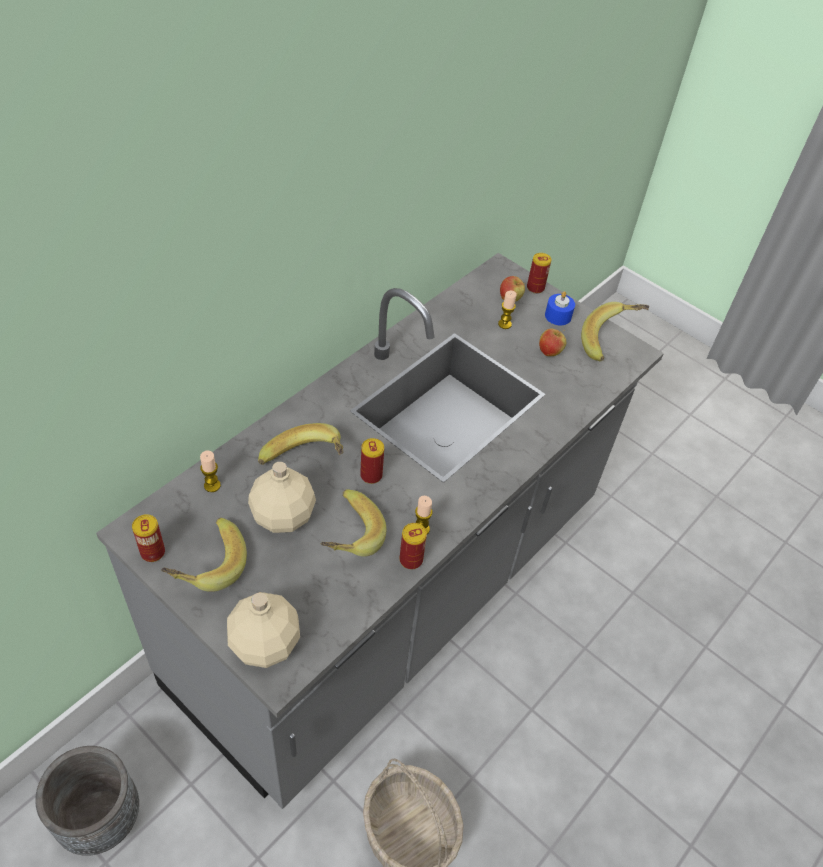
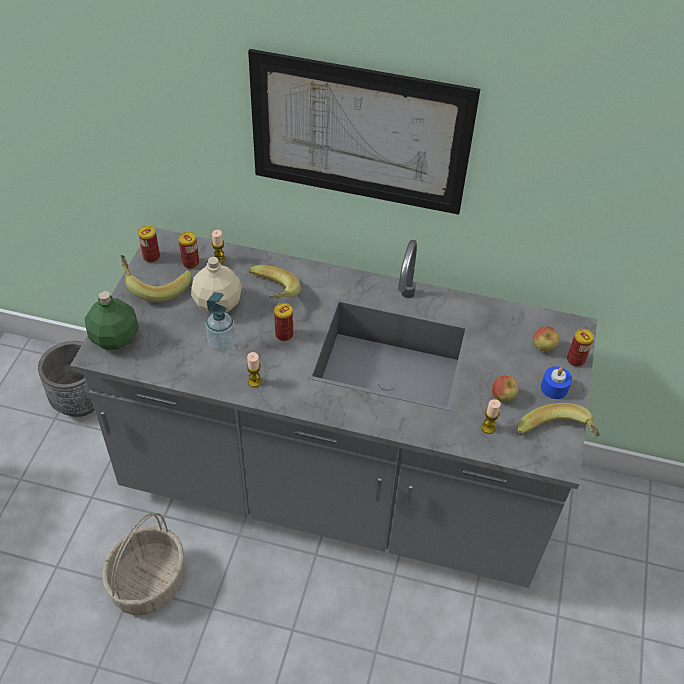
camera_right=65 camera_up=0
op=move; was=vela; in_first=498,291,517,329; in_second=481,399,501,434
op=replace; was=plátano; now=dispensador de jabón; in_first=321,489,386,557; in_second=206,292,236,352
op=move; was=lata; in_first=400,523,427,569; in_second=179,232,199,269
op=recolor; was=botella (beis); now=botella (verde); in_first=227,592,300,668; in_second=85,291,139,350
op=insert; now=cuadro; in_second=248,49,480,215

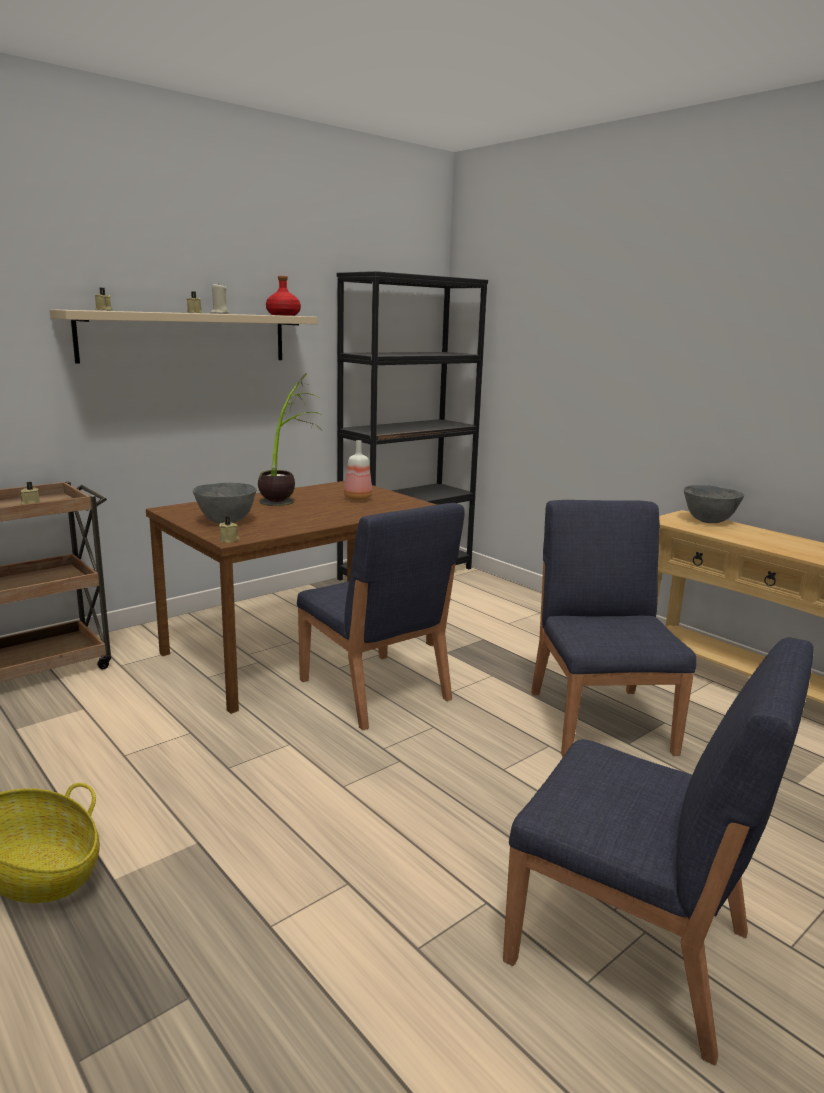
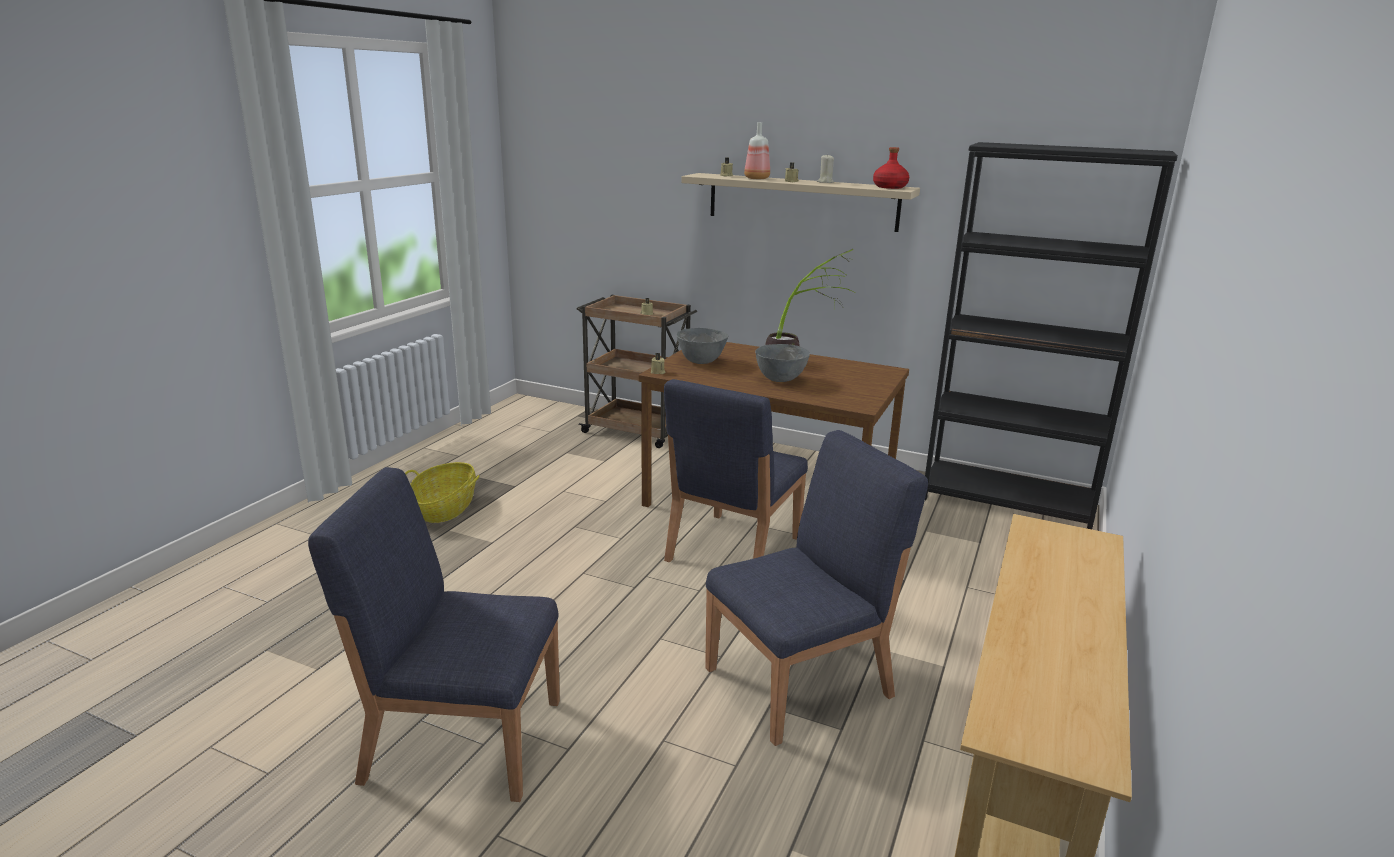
camera_right=65 camera_up=5
op=move; was=botella; in_first=344,440,372,501; in_second=744,122,770,179
op=move; was=cuenco (gris); in_first=684,485,744,523; in_second=755,344,810,382
op=rotate; was=silla (azul); in_first=503,638,814,1065; in_second=308,467,560,802; clockwise=90

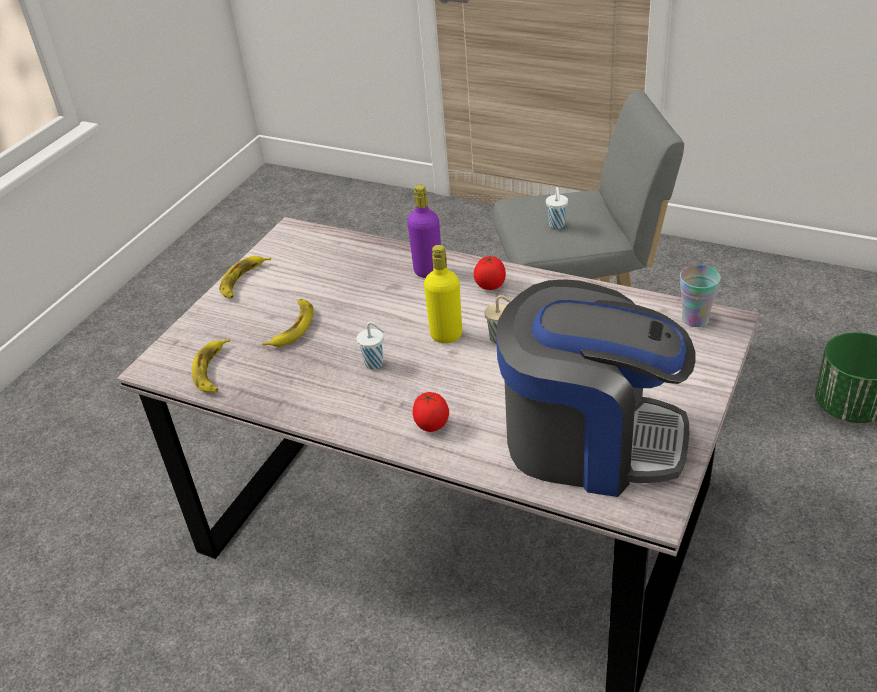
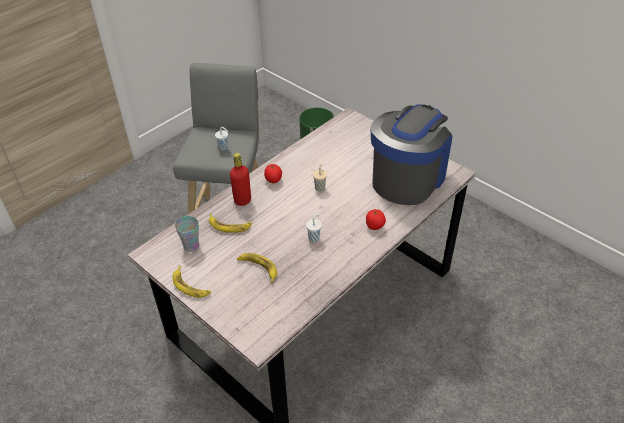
camera_right=-75 camera_up=5
op=recolor; was=botella (morado); now=botella (rojo); in_first=407,185,441,278; in_second=230,153,251,206
op=delete; was=botella (amarillo); in_first=424,245,462,343
op=move; was=taza; in_first=680,265,721,327; in_second=175,216,199,252
op=move; was=plátano; in_first=192,339,230,393; in_second=209,214,252,233

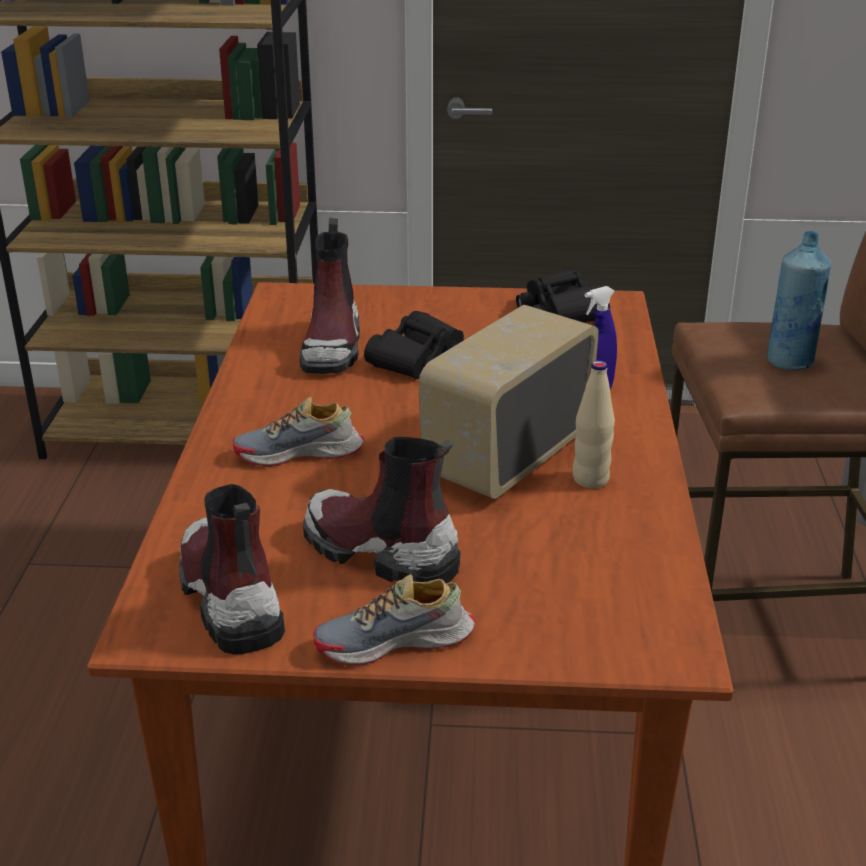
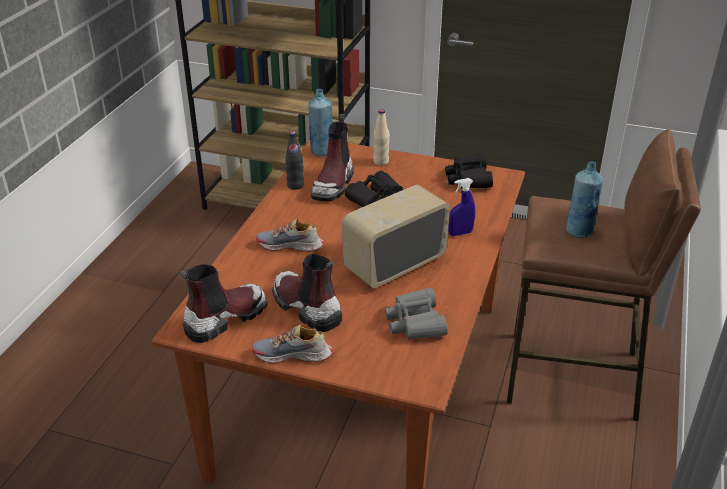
camera_right=15 camera_up=5
op=move; was=botella (beis); in_first=573,361,615,488; in_second=373,109,390,166
op=rotate; was=bota; in_first=179,484,285,655; in_second=179,264,268,343; clockwise=60
op=insert; now=botella (azul); in_second=308,89,333,156
op=insert; now=botella (negro); in_second=285,132,304,190
op=insert; now=prismáticos (gris); in_second=385,288,448,340

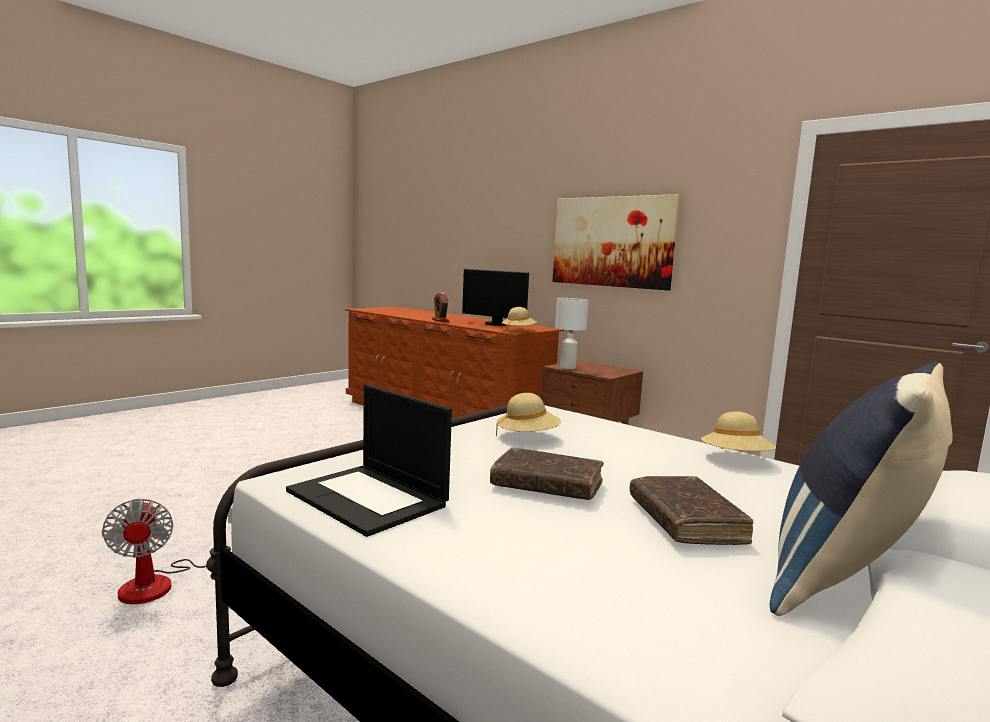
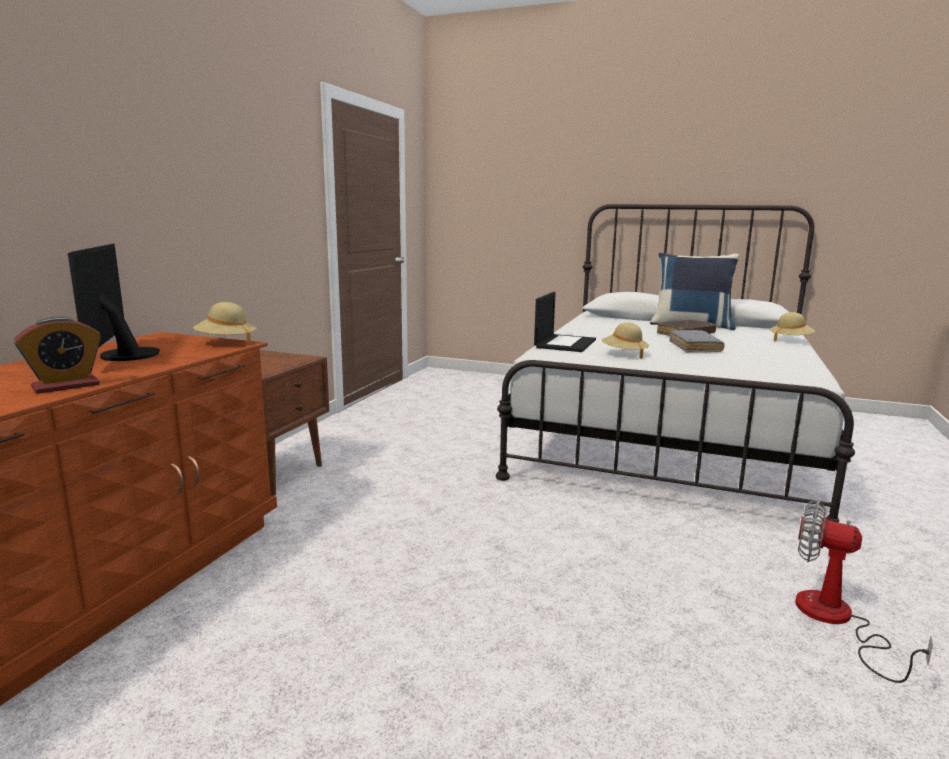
camera_right=-110 camera_up=5
op=delete; was=cuadro; in_first=552,194,680,290
op=rotate; was=monitor; in_first=462,269,529,326; in_second=68,243,160,361; clockwise=150
op=delete; was=lámpara de mesa (blanco); in_first=555,298,589,369
op=move; was=portátil; in_first=286,384,452,537; in_second=534,292,596,352
op=move; was=sombrero (beis); in_first=701,411,776,451; in_second=769,312,815,341
op=recolor; was=libro (marrón); now=libro (gris); in_first=490,448,604,500; in_second=669,330,725,353
op=rotate; was=ventilador; in_first=102,499,232,604; in_second=795,500,933,683; clockwise=-105

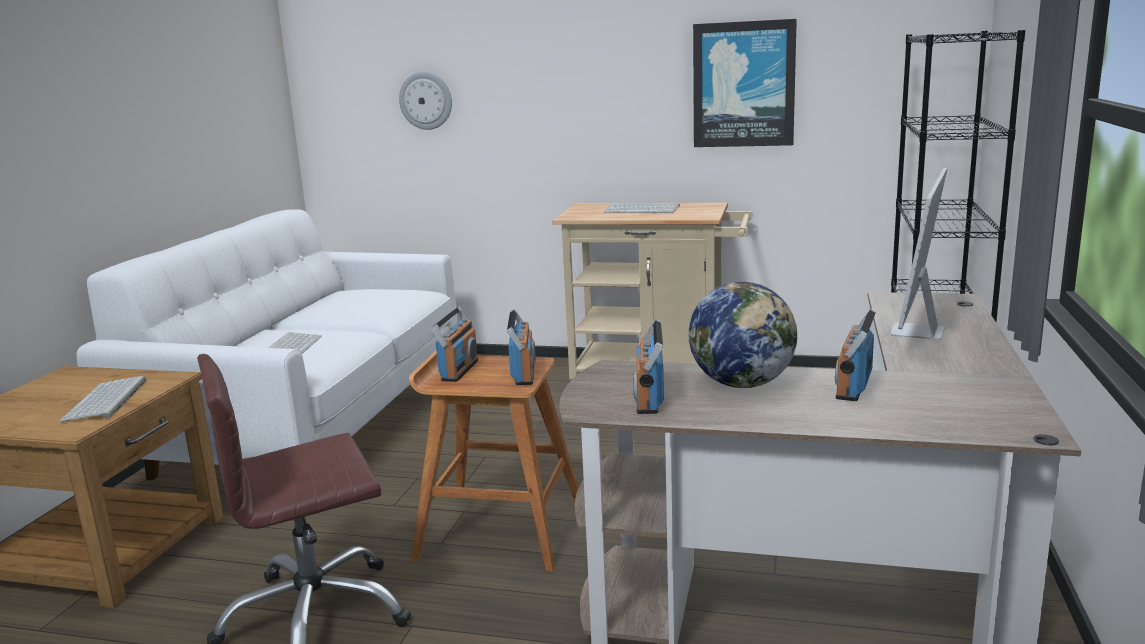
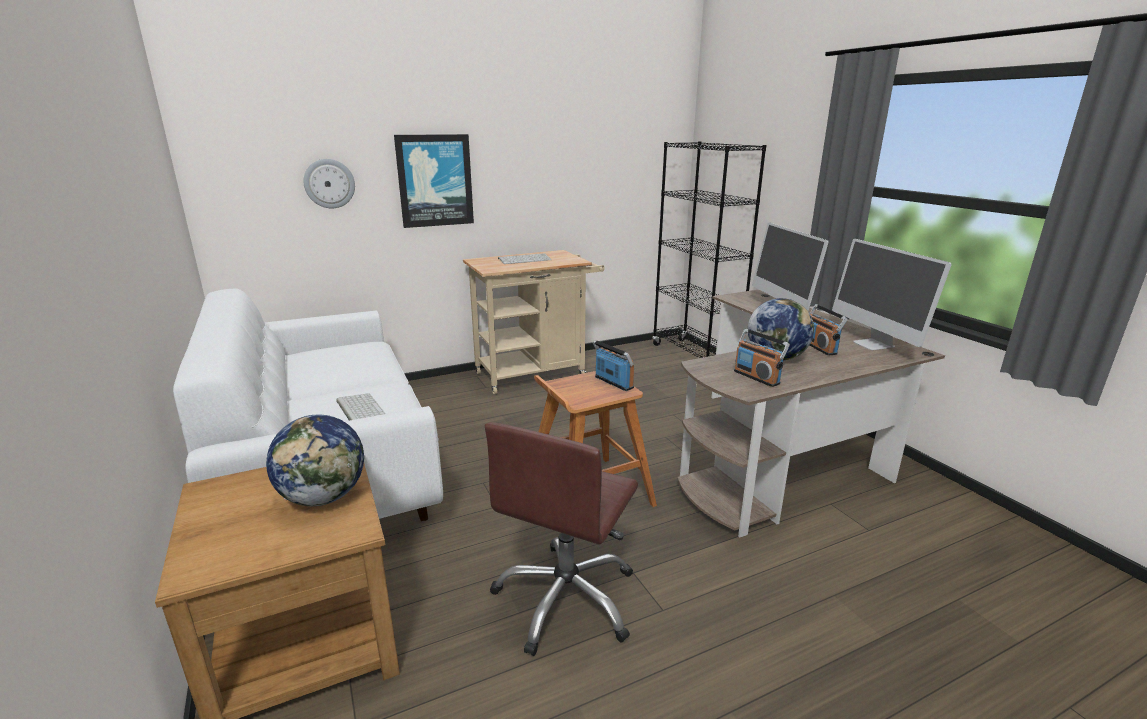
camera_right=-40 camera_up=5
op=move; was=cuadro; in_first=693,19,797,147; in_second=394,134,474,228
op=delete; was=radio; in_first=431,307,478,382
op=replace; was=teclado; now=globo terráqueo; in_first=59,376,146,422; in_second=266,415,364,506
op=insert; now=monitor; in_second=832,239,952,350

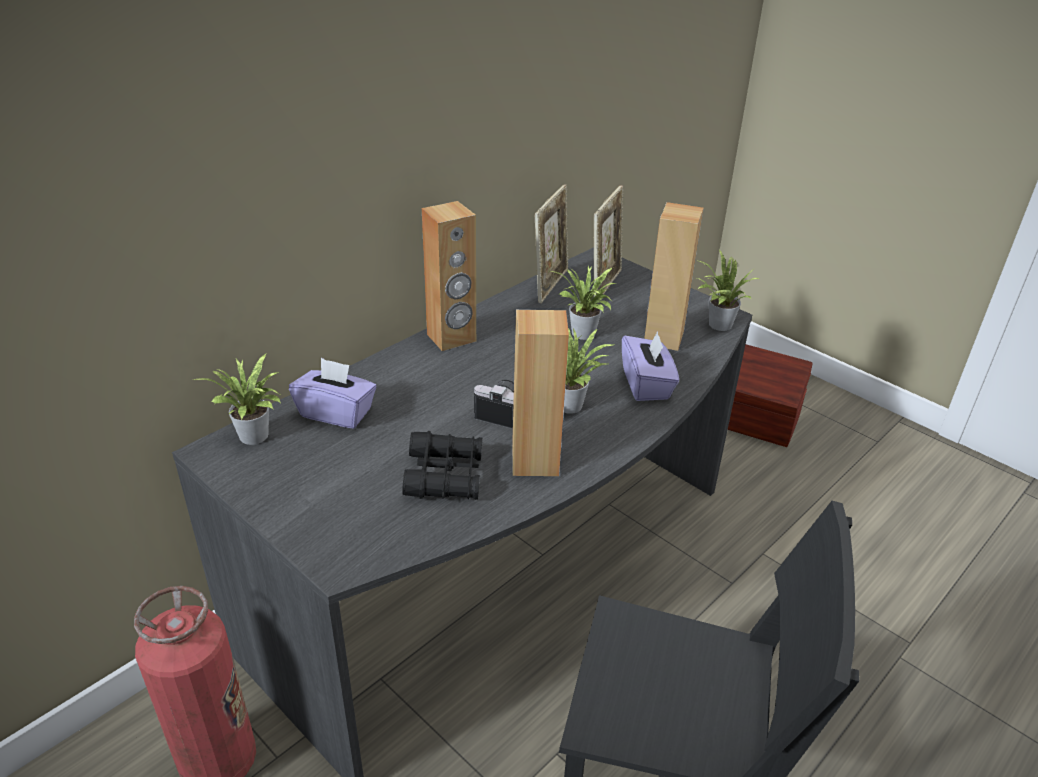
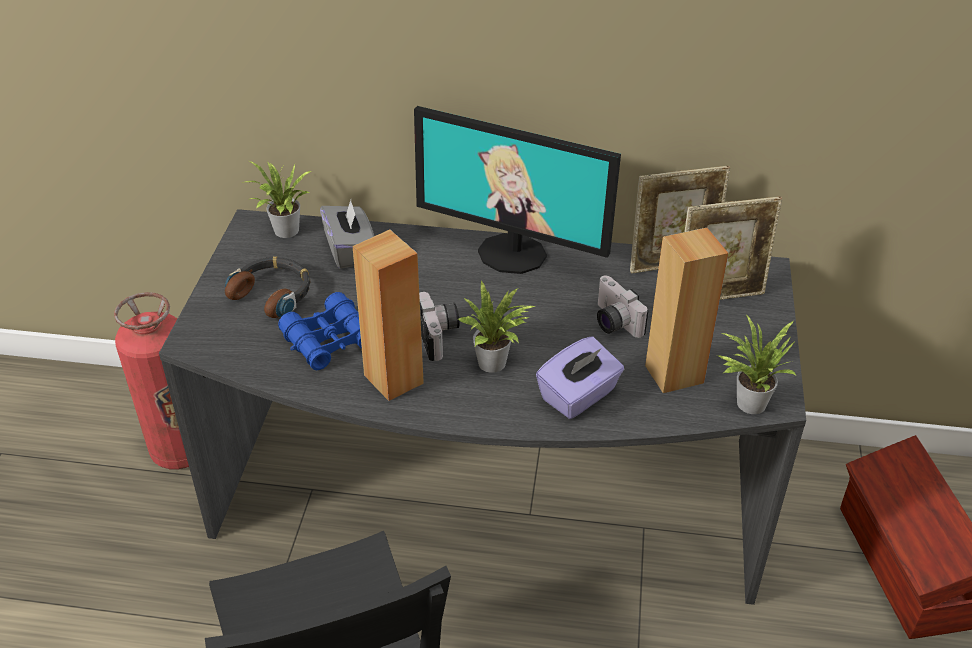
camera_right=55 camera_up=5
op=replace; was=altavoz (marrón); now=monitor; in_first=422,201,476,351; in_second=414,106,621,274
op=replace; was=planta en maceta; now=cámara; in_first=550,266,616,340; in_second=597,275,649,338
op=recolor; was=caja de pañuelos (morado); now=caja de pañuelos (gris); in_first=289,358,377,429; in_second=320,200,374,269
op=recolor; was=prismáticos (negro); now=prismáticos (azul); in_first=402,431,482,500; in_second=278,292,362,370
op=insert; now=auriculares; in_second=225,256,310,318

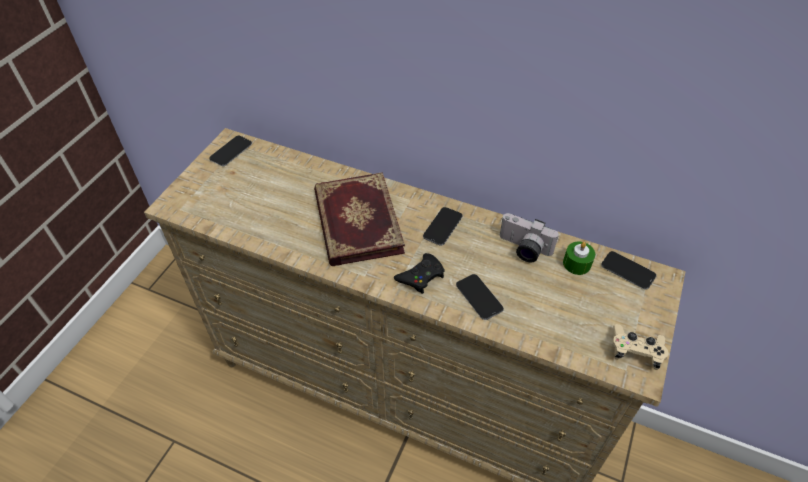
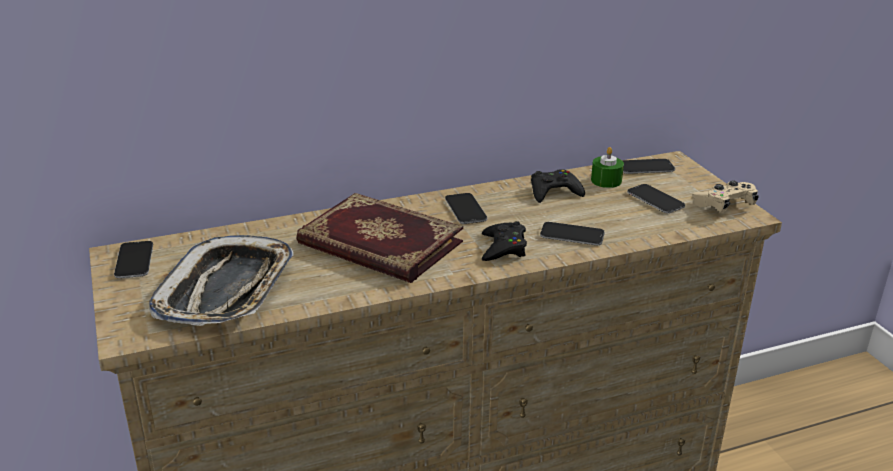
camera_right=-45 camera_up=-20
op=replace; was=cámara; now=mando de consola (negro); in_first=500,213,559,262; in_second=531,169,585,203
op=insert; now=móvil; in_second=627,184,685,213
op=insert; now=bandeja; in_second=149,235,294,326

